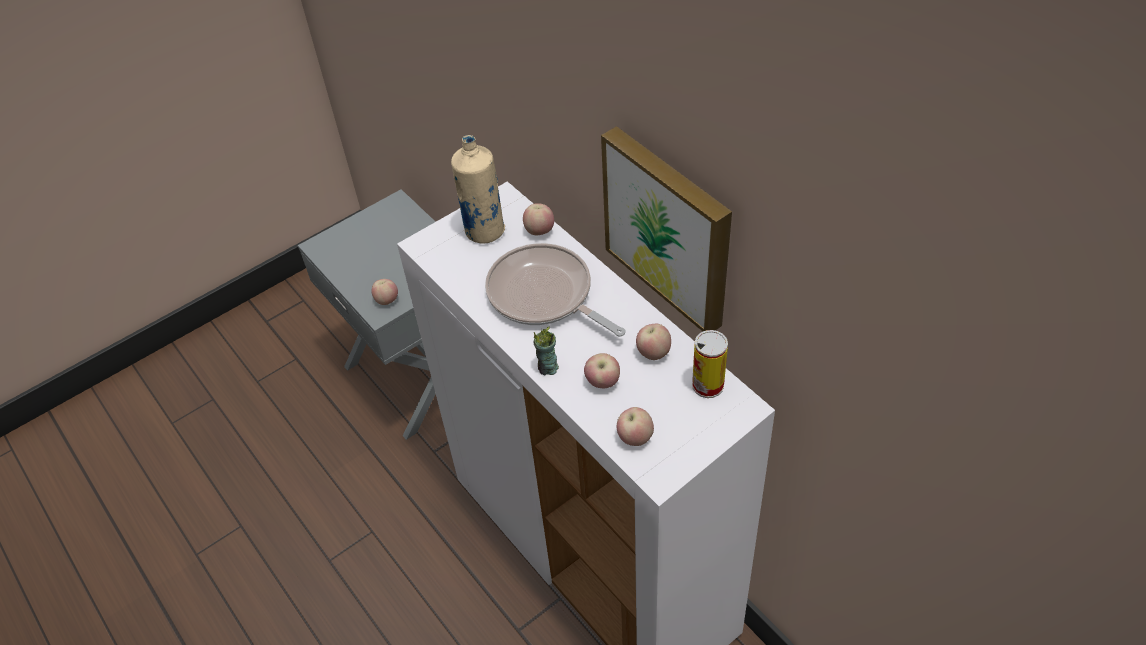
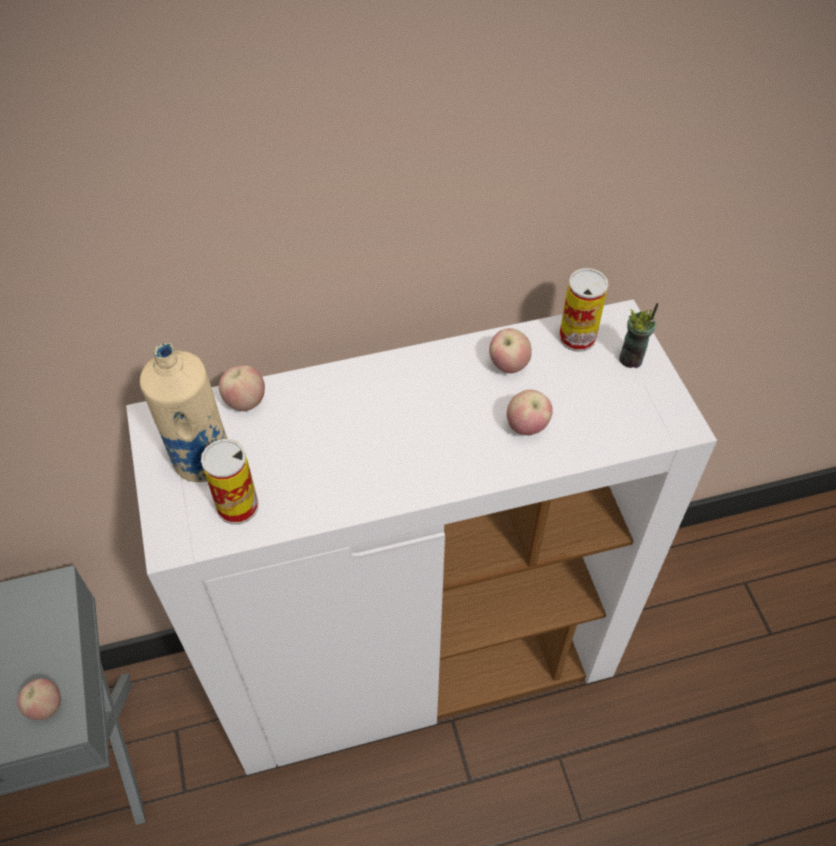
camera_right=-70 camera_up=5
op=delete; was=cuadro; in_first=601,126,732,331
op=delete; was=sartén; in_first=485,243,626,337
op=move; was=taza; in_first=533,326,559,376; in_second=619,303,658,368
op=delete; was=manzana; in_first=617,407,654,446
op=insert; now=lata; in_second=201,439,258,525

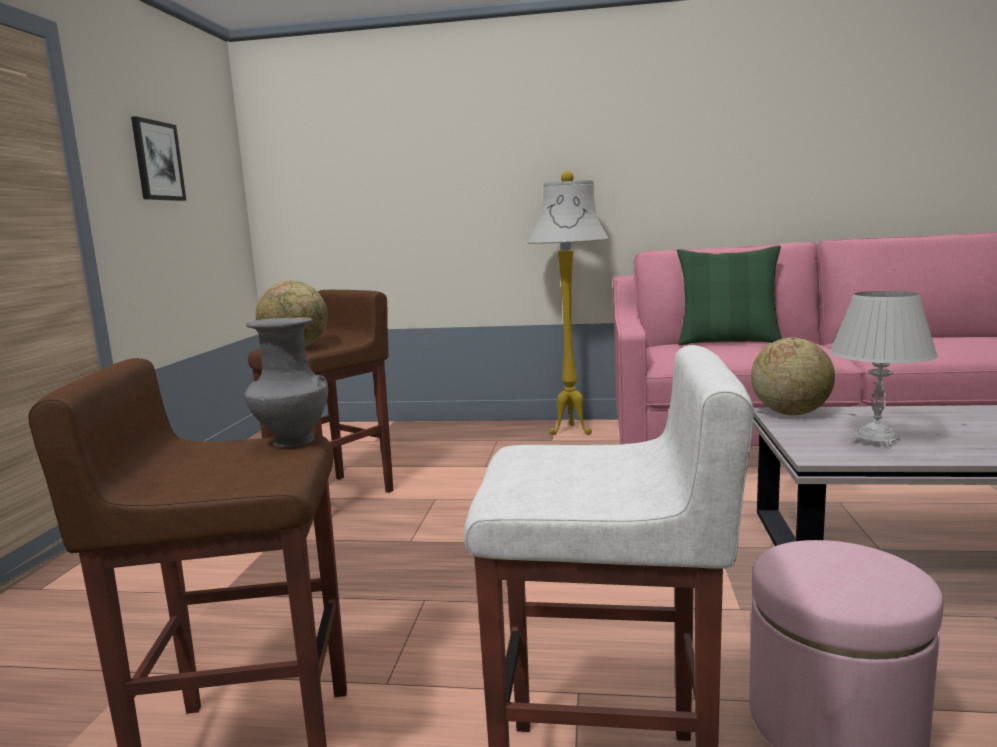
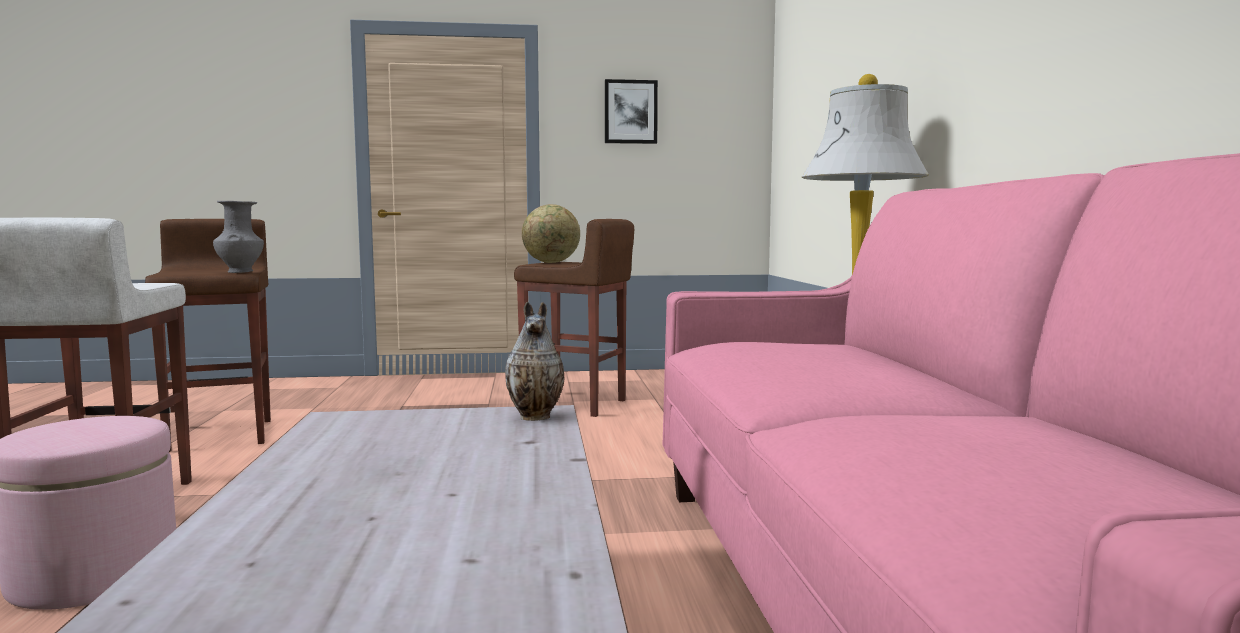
camera_right=75 camera_up=-5
op=delete; was=cojín (verde); in_first=677,245,782,345
op=delete; was=lámpara de mesa (blanco); in_first=830,291,938,449
op=replace; was=globo terráqueo; now=florero; in_first=751,337,835,415; in_second=505,302,564,421

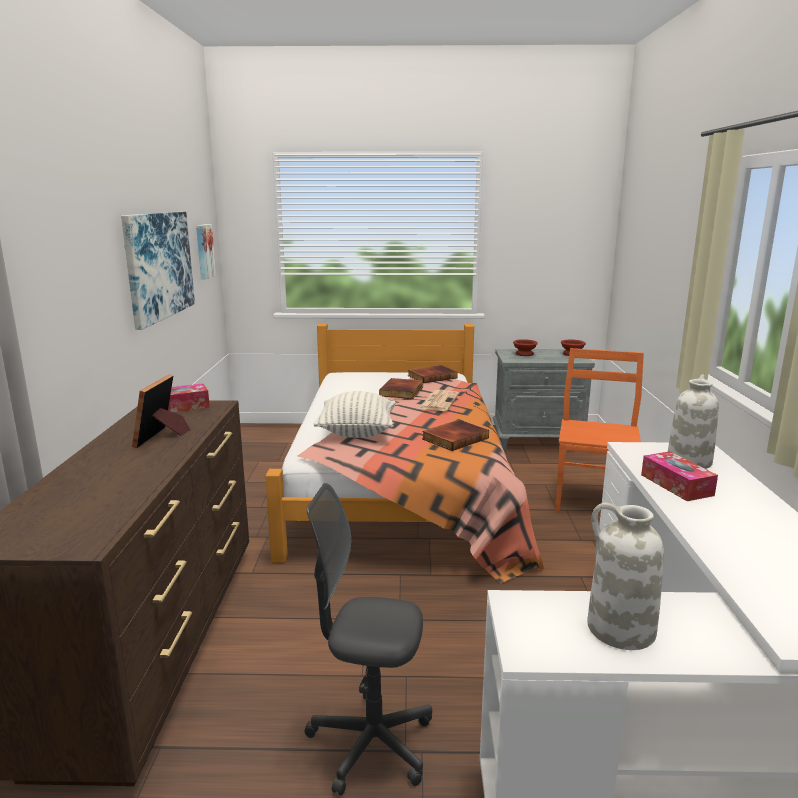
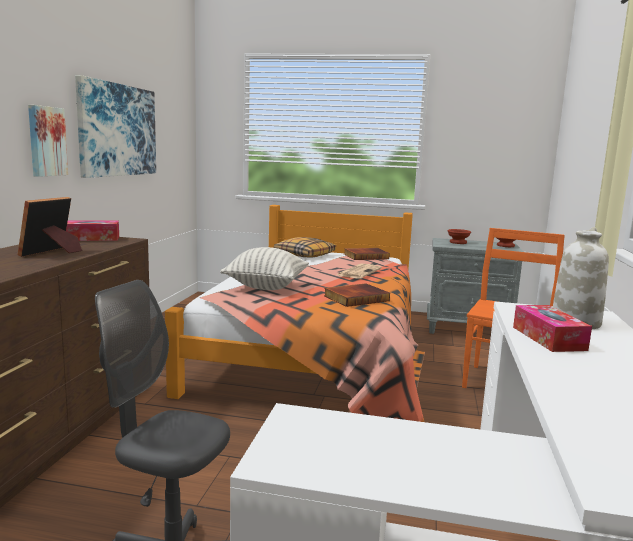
camera_right=10 camera_up=-5
op=move; was=cuadro; in_first=196,224,216,280; in_second=28,105,68,177
op=delete; was=libro; in_first=379,378,423,399
op=delete; was=florero (blanco); in_first=587,503,664,650
op=insert; now=cojín; in_second=274,237,336,257

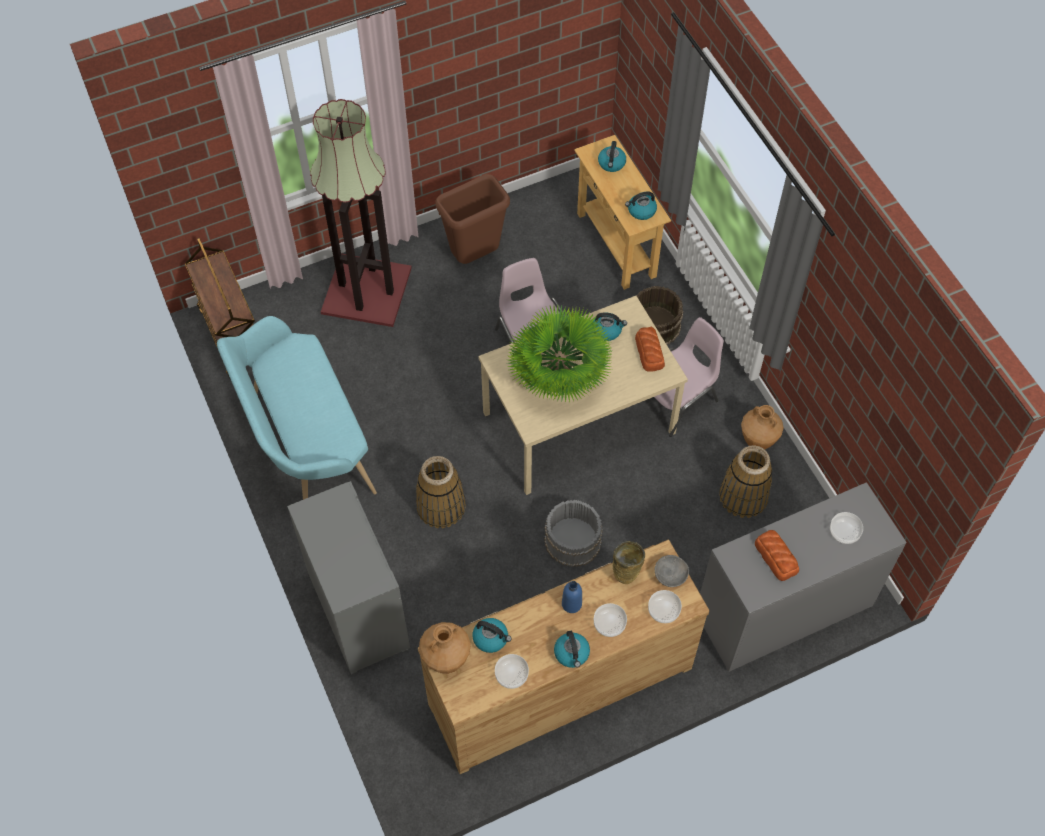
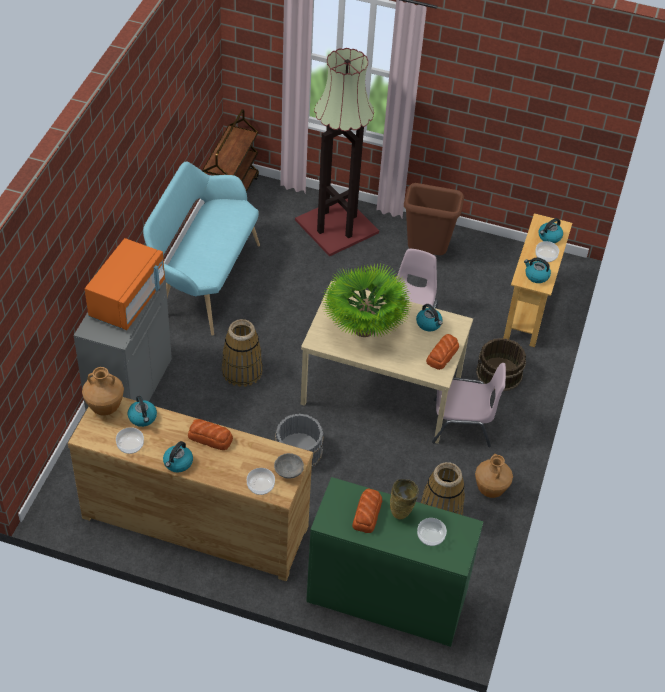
camera_right=40 camera_up=-10
op=recolor; was=cómoda (gris); now=cómoda (verde); in_first=700,482,907,672; in_second=306,477,483,647
op=move; was=florero (beis); in_first=613,541,645,584; in_second=390,479,419,519
op=replace; was=botella (azul); now=pan; in_first=562,581,582,613; in_second=188,419,233,450
op=move; was=cuenco; in_first=594,603,627,637; in_second=535,241,559,262
op=insert; now=microondas (naranja); in_second=85,238,165,330

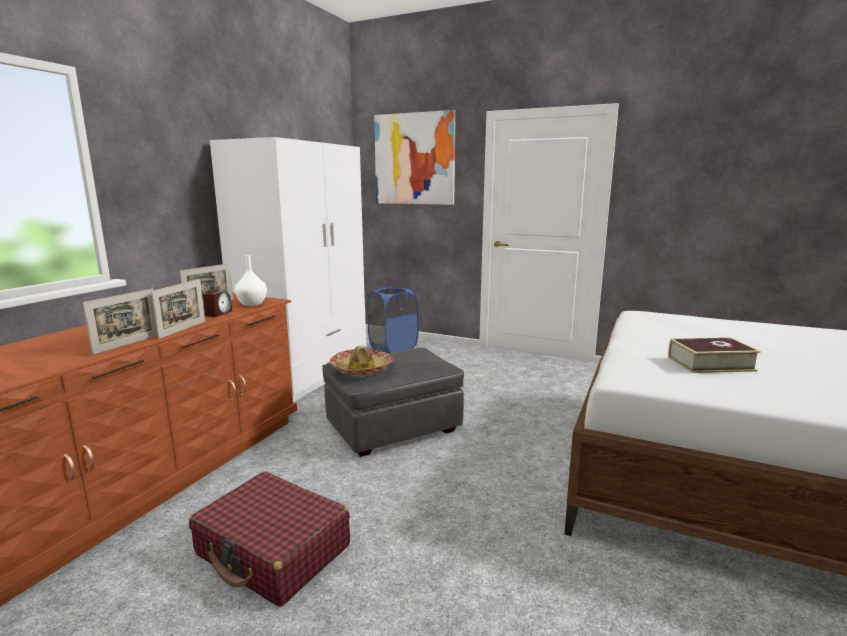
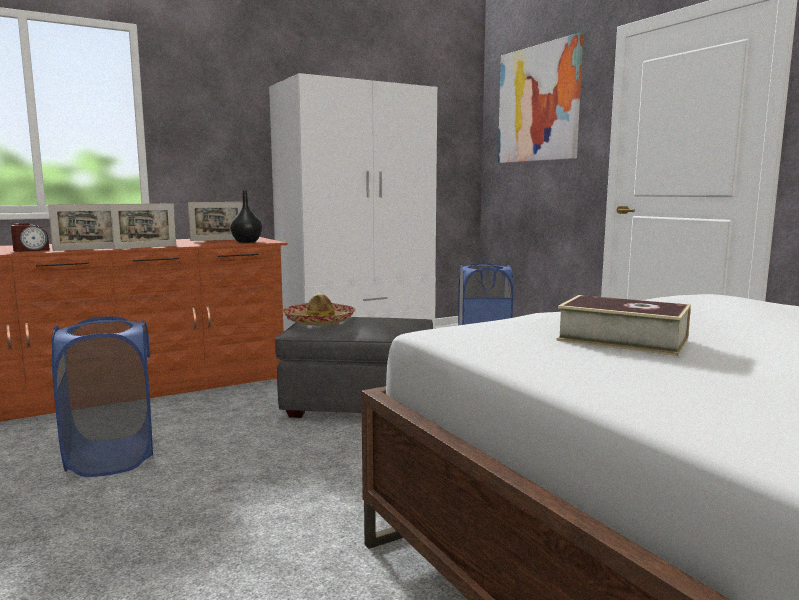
camera_right=35 camera_up=-5
op=recolor; was=florero (blanco); now=florero (negro); in_first=235,255,267,306; in_second=230,190,262,243
op=move; was=despertador; in_first=202,290,232,317; in_second=11,223,50,252
op=replace; was=maleta (rojo); now=cesto de la ropa (azul); in_first=189,472,350,607; in_second=52,316,153,477

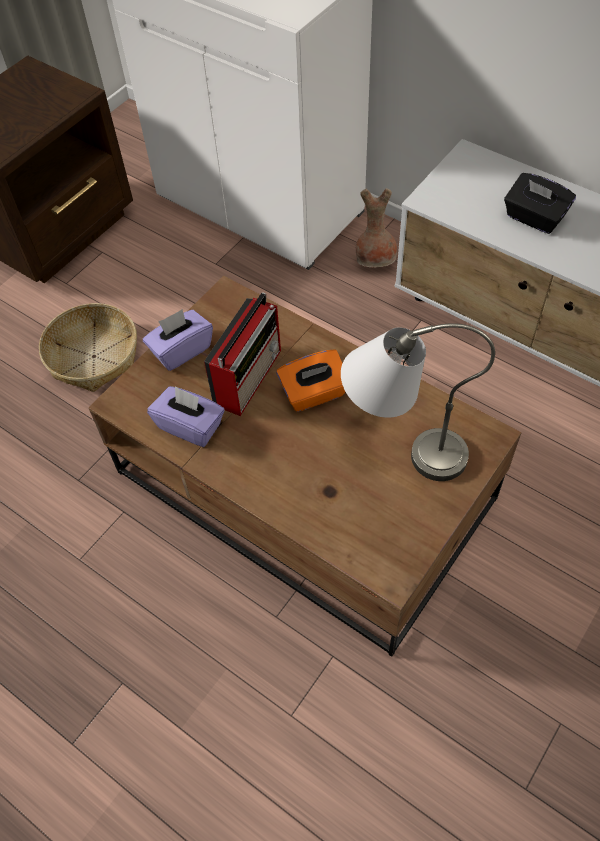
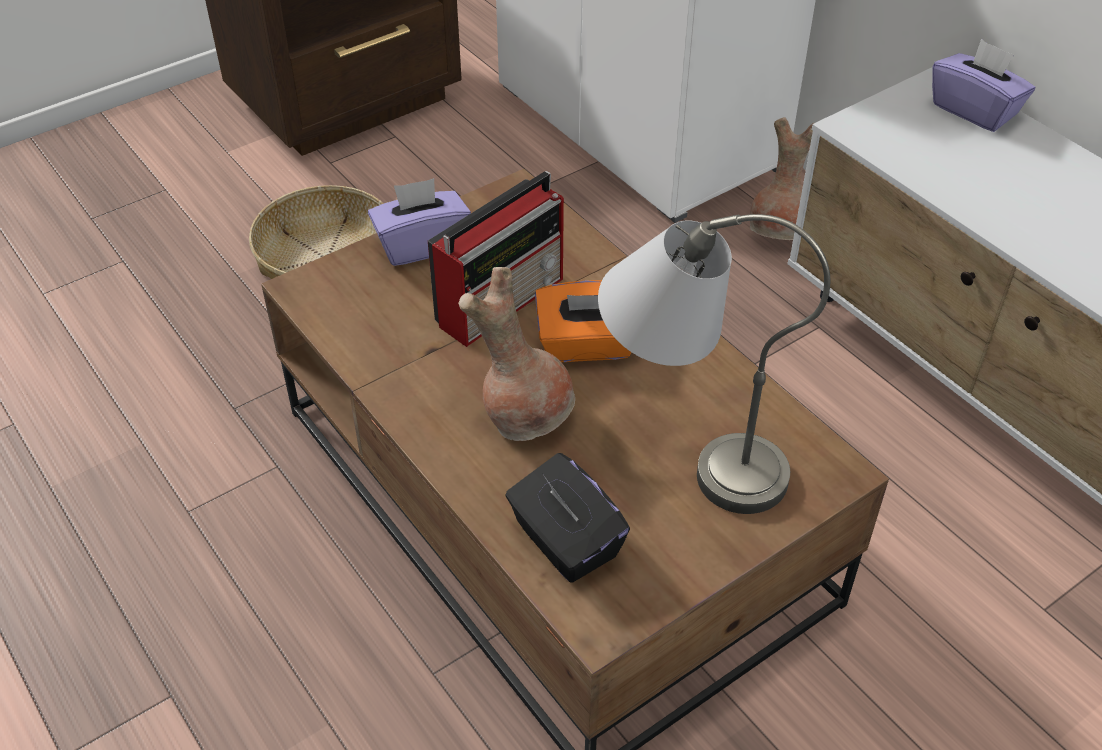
camera_right=15 camera_up=-10
op=move; was=caja de pañuelos (negro); in_first=504,173,576,234; in_second=505,453,630,583
op=move; was=caja de pañuelos (morado); in_first=147,386,224,447; in_second=932,39,1035,132
op=insert; now=florero (marrón); in_second=458,267,575,441

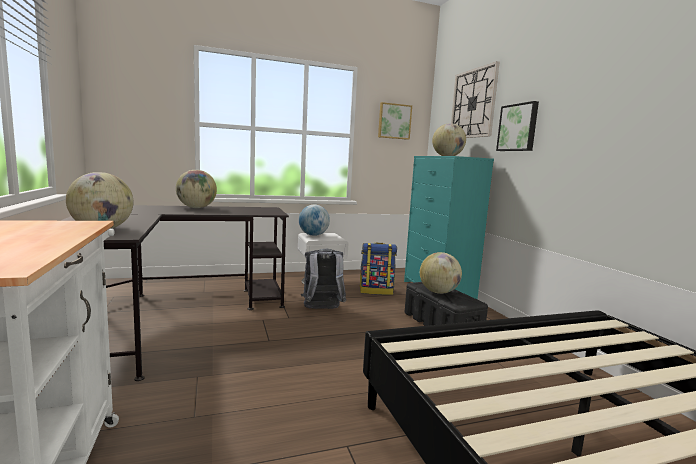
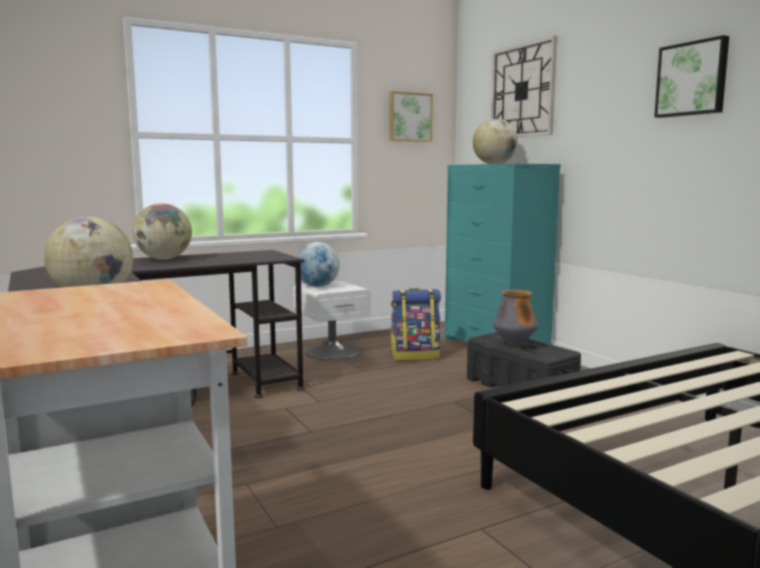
camera_right=-10 camera_up=0
op=move; was=cuadro; in_first=496,101,539,151; in_second=654,35,729,118
op=delete; was=mochila (gris); in_first=301,249,346,309
op=replace; was=globo terráqueo; now=florero; in_first=420,252,462,294; in_second=492,290,539,347

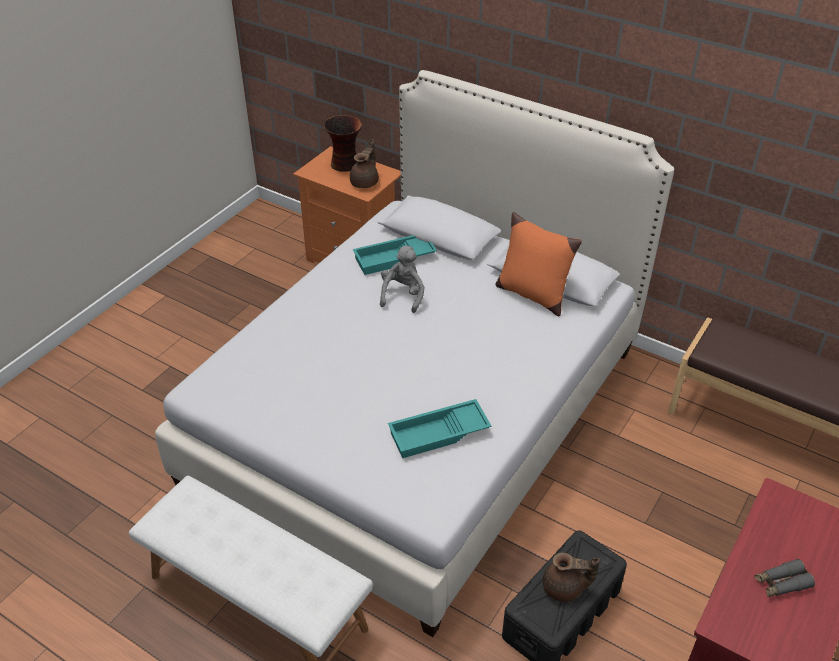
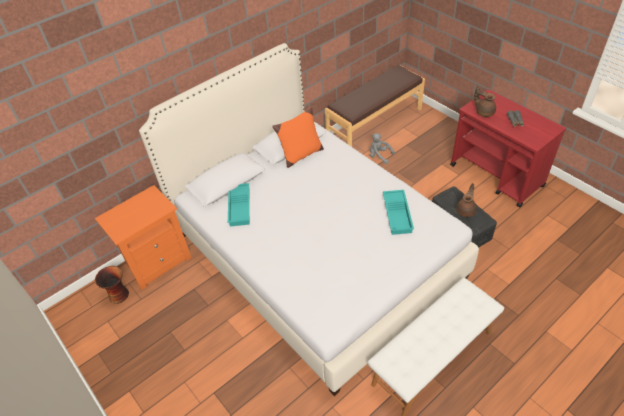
camera_right=-70 camera_up=5
op=move; was=florero; in_first=324,115,362,172; in_second=95,266,129,304
op=move; was=tetera (marrón); in_first=350,139,379,188; in_second=474,87,496,117
op=move; was=peluche (gris); in_first=380,246,424,313; in_second=370,133,395,164

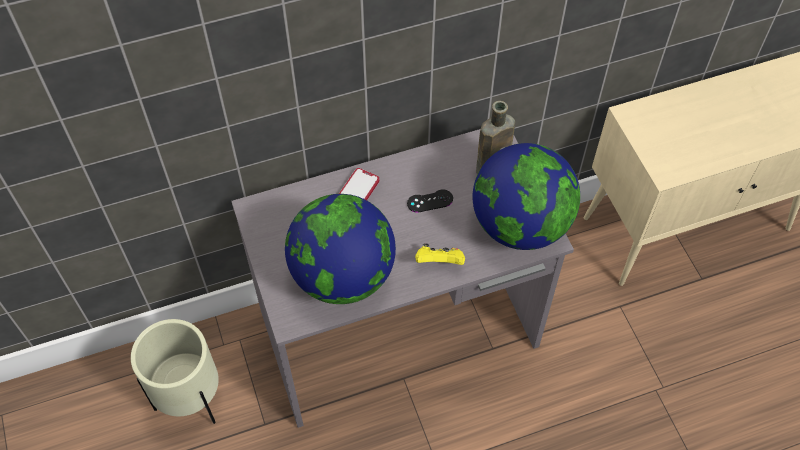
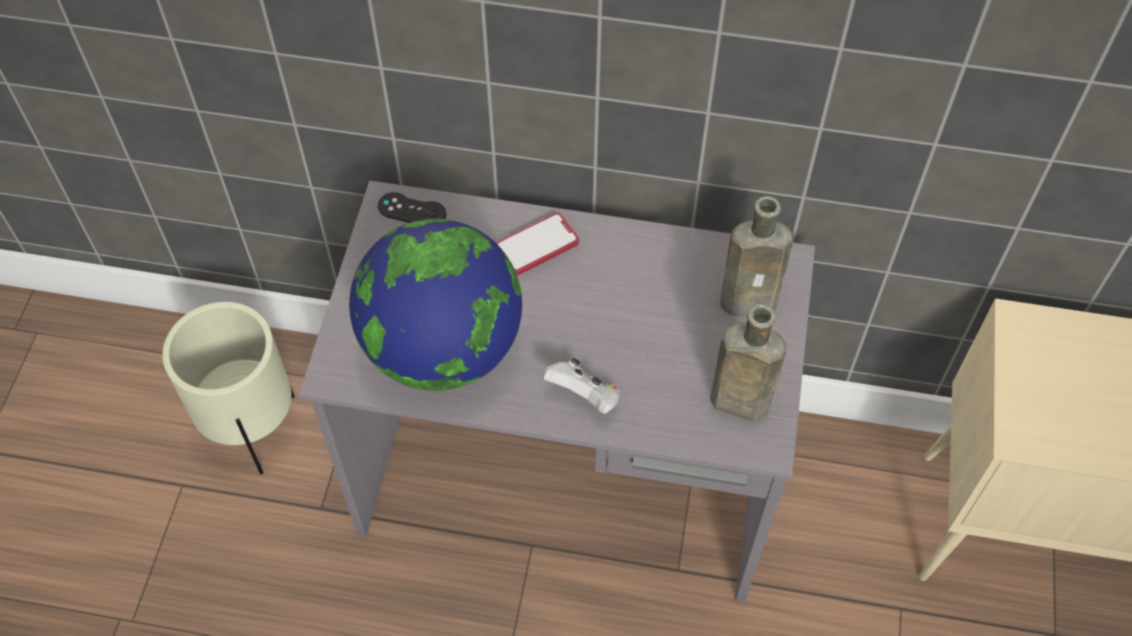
camera_right=30 camera_up=0
op=replace; was=globo terráqueo; now=botella (marrón); in_first=473,143,580,250; in_second=710,304,787,422
op=move; was=mando de consola (negro); in_first=407,189,453,213; in_second=378,192,446,223
op=recolor; was=mando de consola (amarillo); now=mando de consola (blanco); in_first=415,243,465,265; in_second=543,358,620,414

